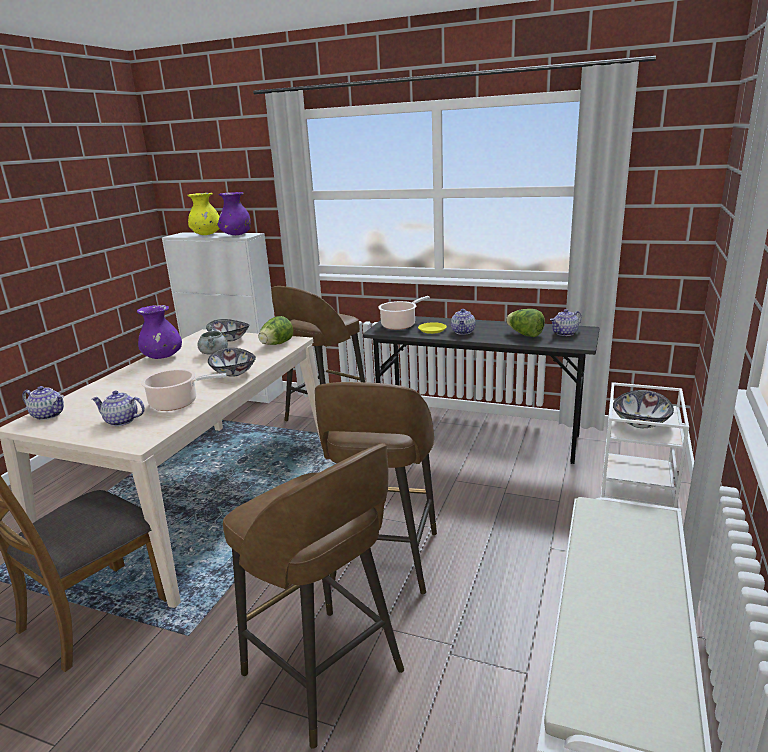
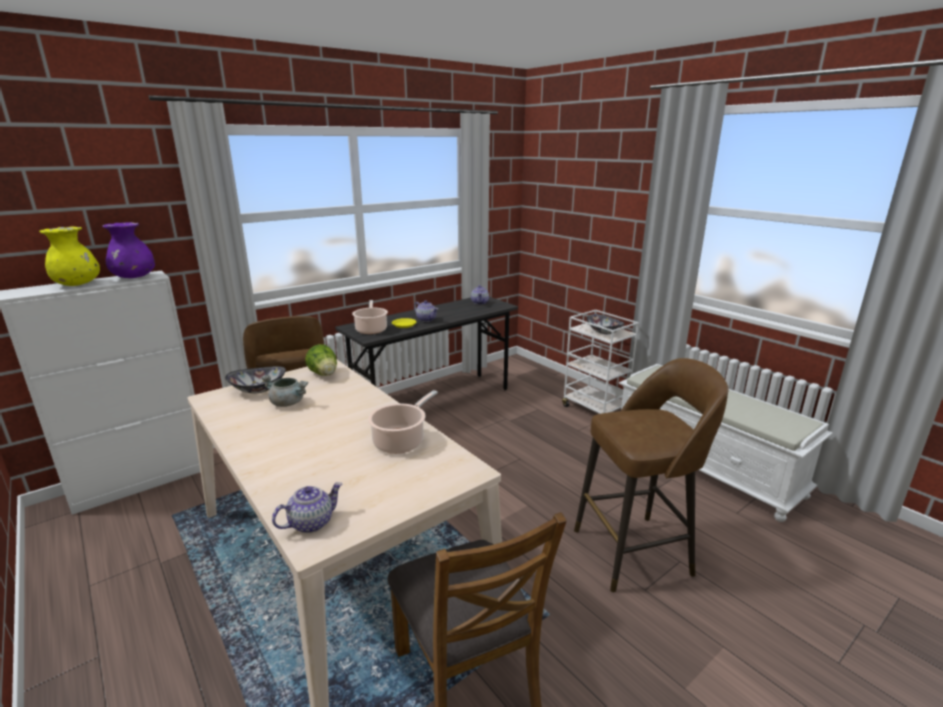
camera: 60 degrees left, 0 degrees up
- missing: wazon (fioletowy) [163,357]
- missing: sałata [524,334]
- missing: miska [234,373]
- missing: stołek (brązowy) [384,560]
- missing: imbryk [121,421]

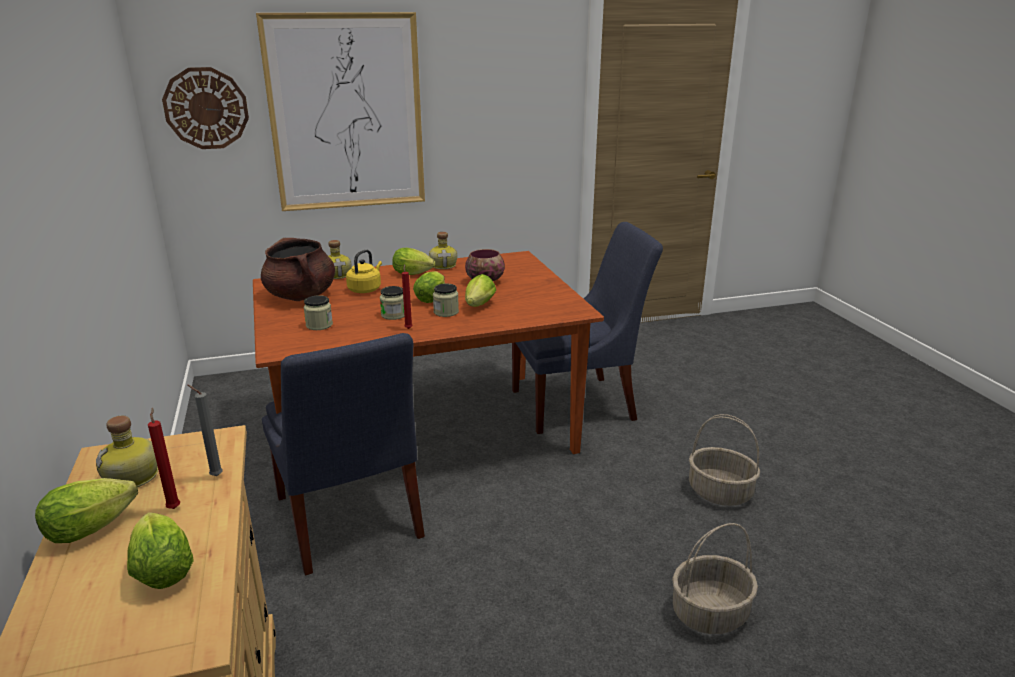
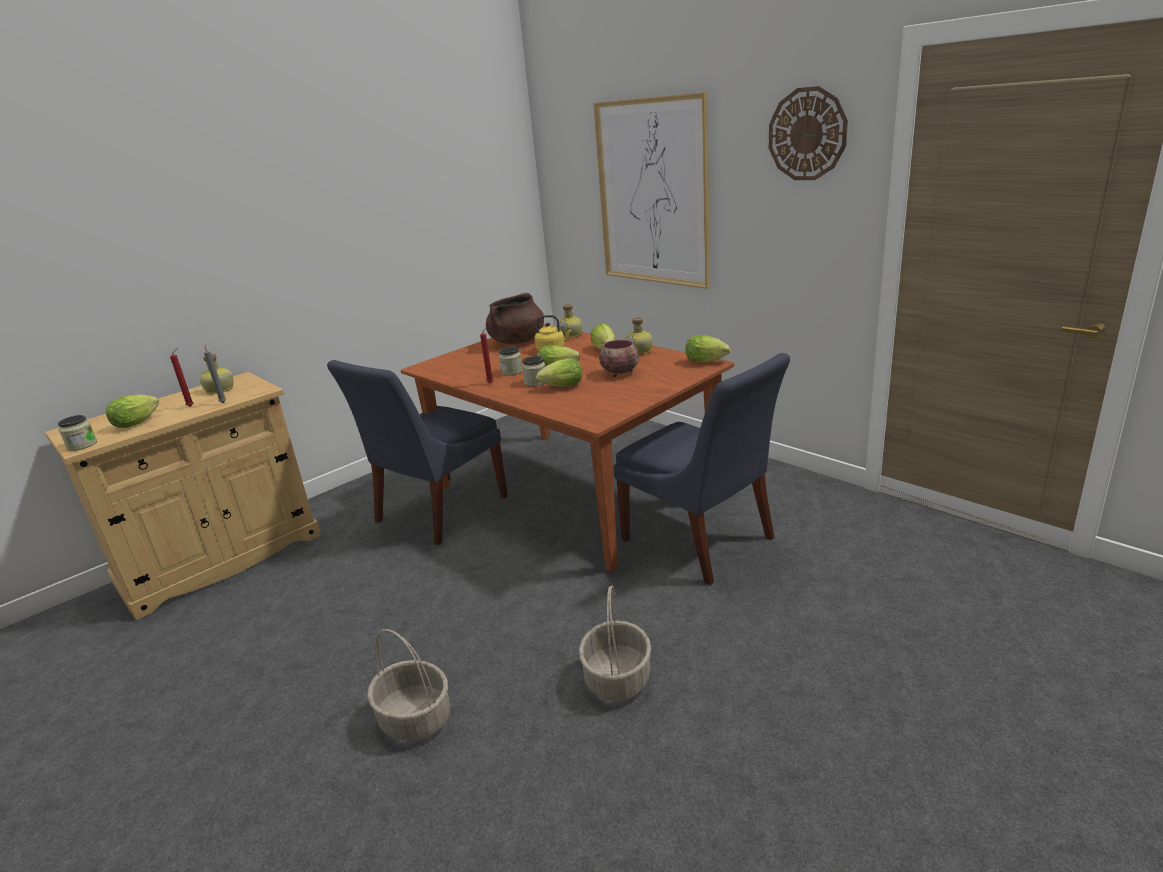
camera: 65 degrees right, 0 degrees up
- relocated: zegar ścienny [206,108] to [807,134]
- relocated: słoik [319,325] to [82,445]
- relocated: sałata [96,527] to [708,361]

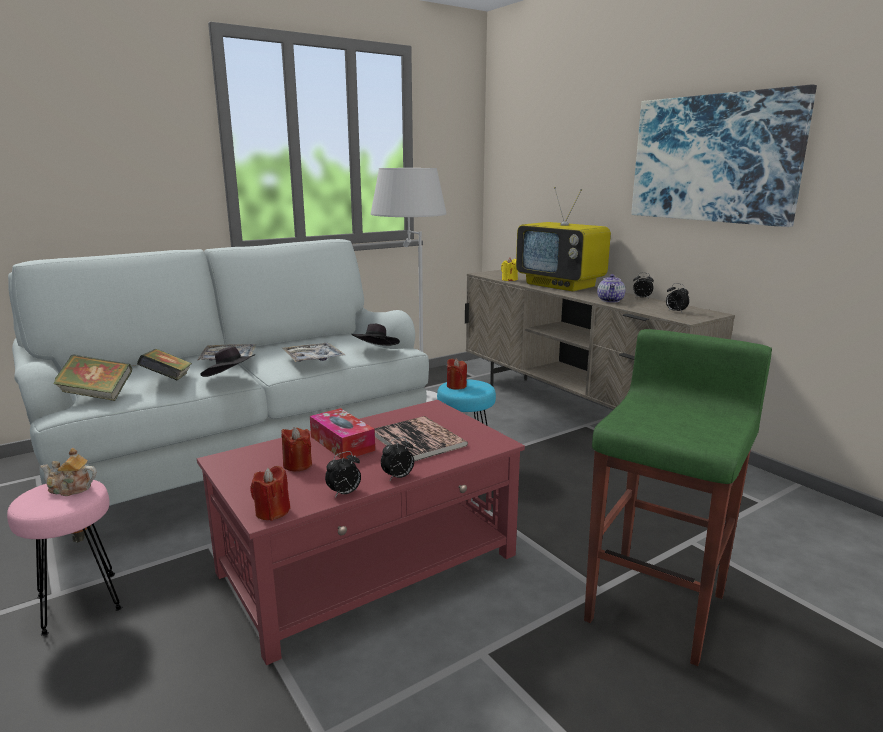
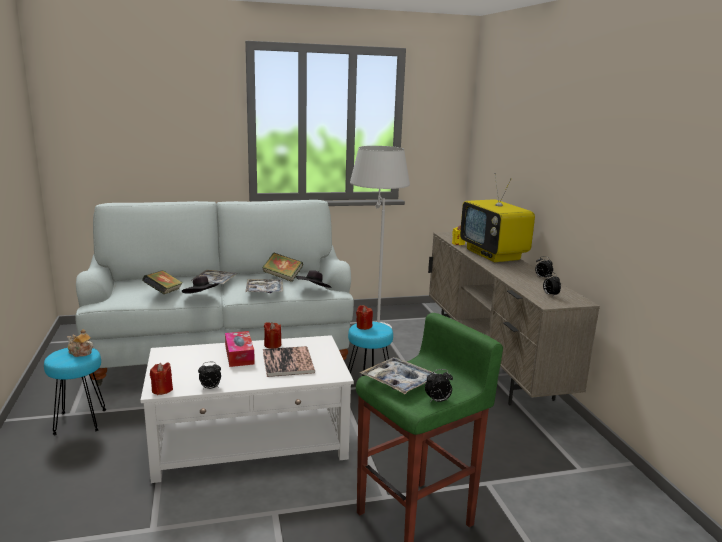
camera: 20 degrees right, 0 degrees up
- missing: obraz [713,158]
- missing: imbryk [610,300]
- relocated: książka [96,395] to [282,277]
- colour: ława (czerwony) [370,563] to ława (biały) [251,440]
- relocated: świeca (czerwony) [297,465] to [272,345]
- relocated: budzik [398,477] to [437,401]
- colour: stołek (różowy) [80,602] to stołek (turkusowy) [80,421]
- appeared: taca [399,382]

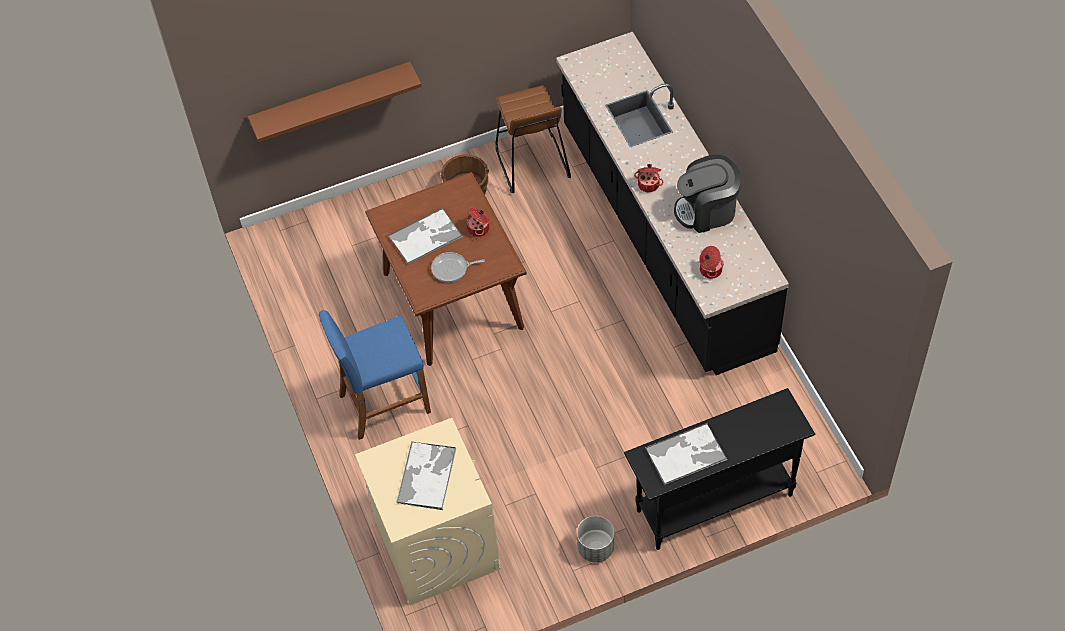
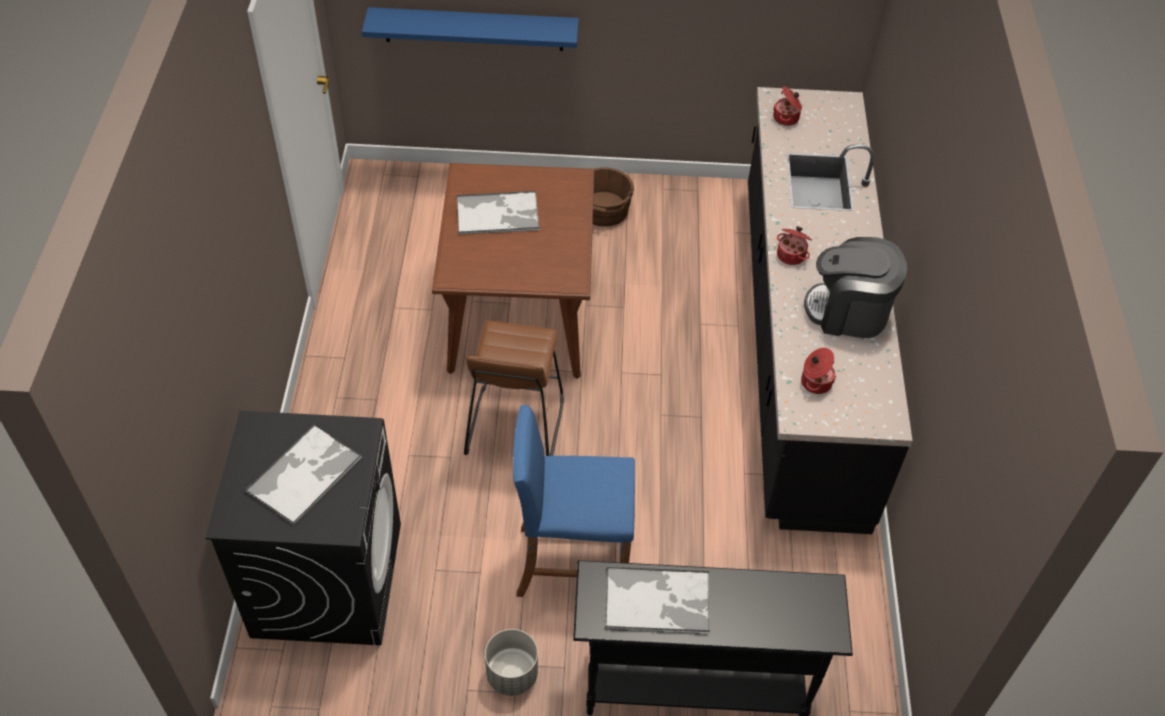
camera: 20 degrees right, 5 degrees down
- colour: półka (brązowy) [331,99] to półka (niebieski) [474,29]
- relocated: stołek (brązowy) [531,163] to [514,425]
- relocated: garnek [479,228] to [786,118]
- missing: patelnia [452,269]
- relocated: stołek (niebieski) [384,403] to [571,563]
- colour: pralka (beżowy) [436,544] to pralka (czarny) [327,578]

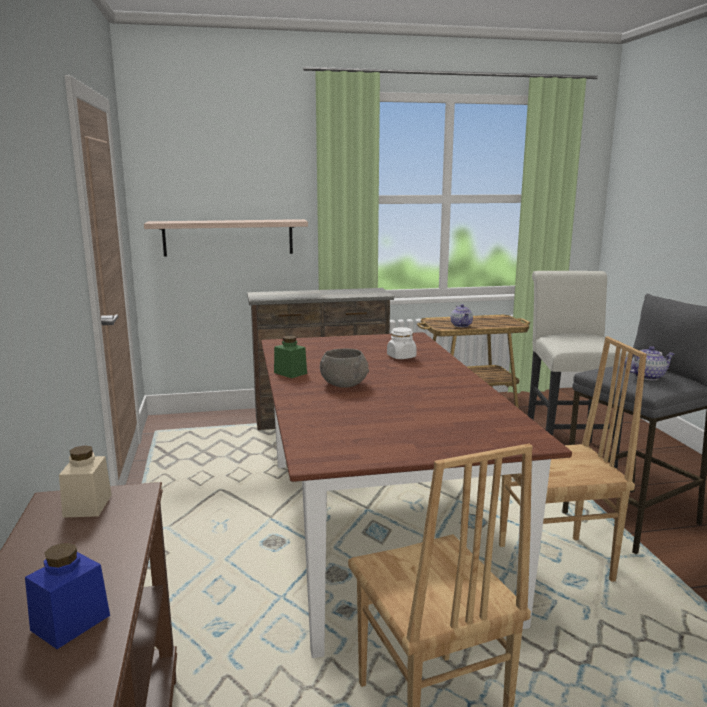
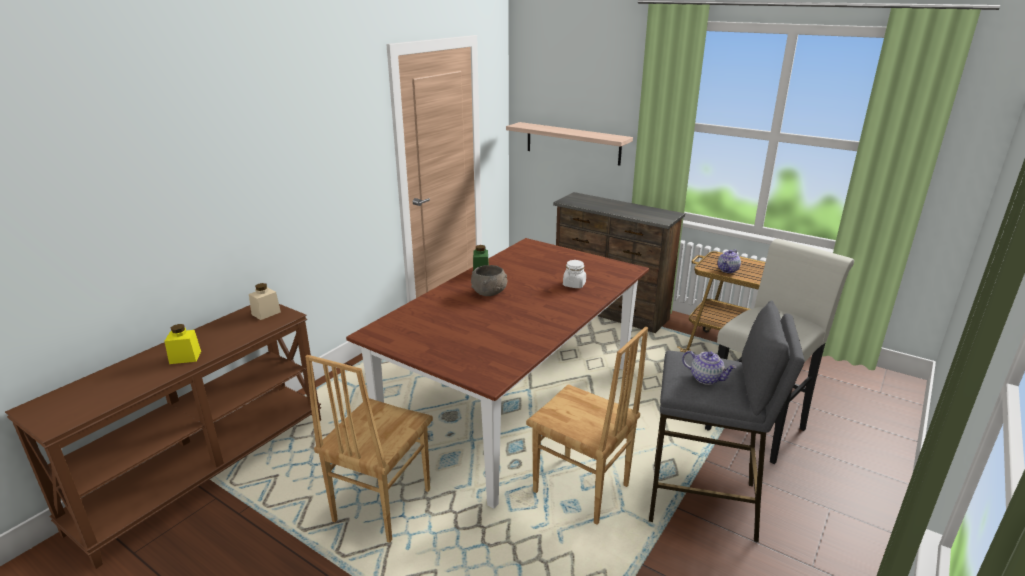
camera: 45 degrees right, 10 degrees up
- colour: słoik (niebieski) [70,623] to słoik (żółty) [185,357]

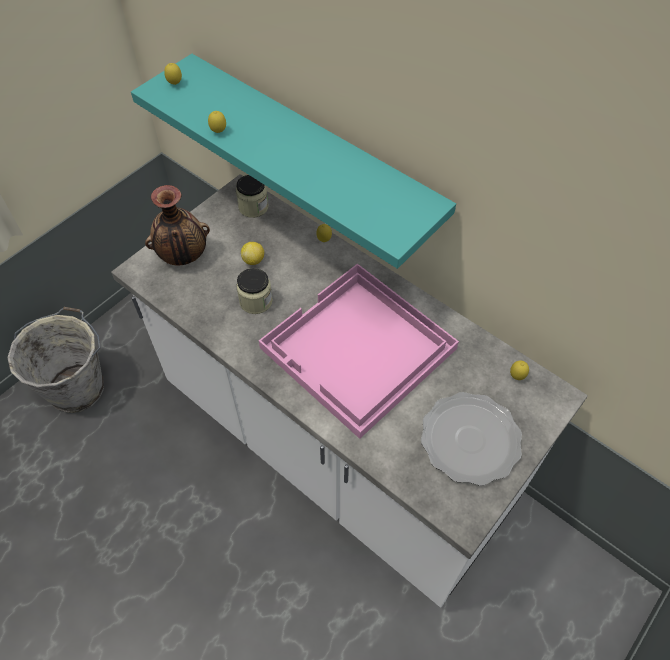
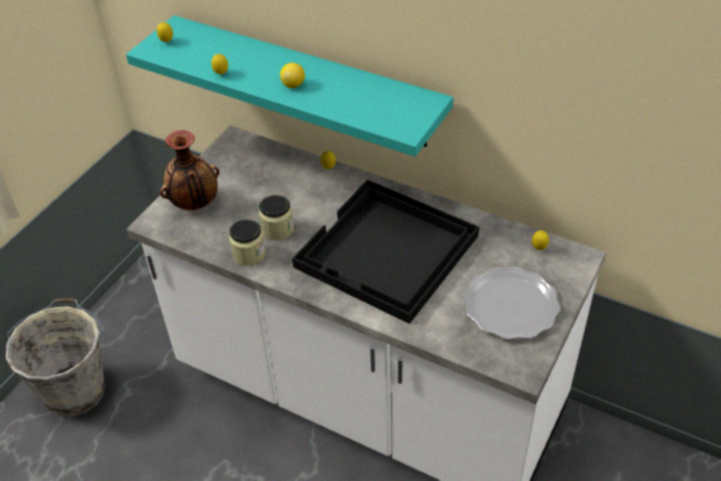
camera: 10 degrees left, 10 degrees down
- relocated: słoik [253,207] to [249,254]
- relocated: cytryna [253,260] to [293,85]
- colour: taca (różowy) [358,350] to taca (czarny) [387,253]

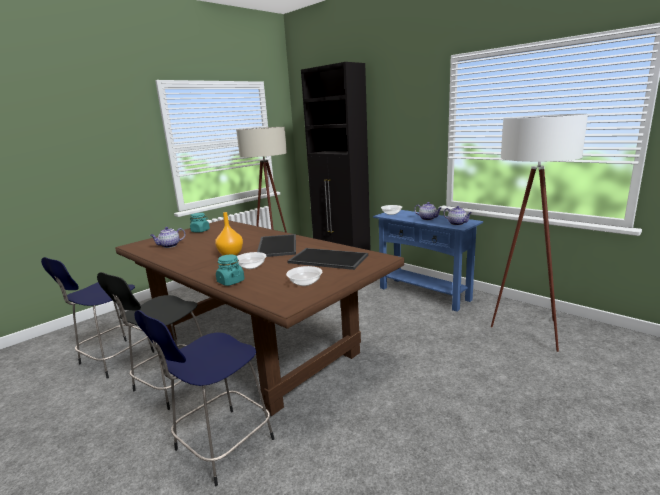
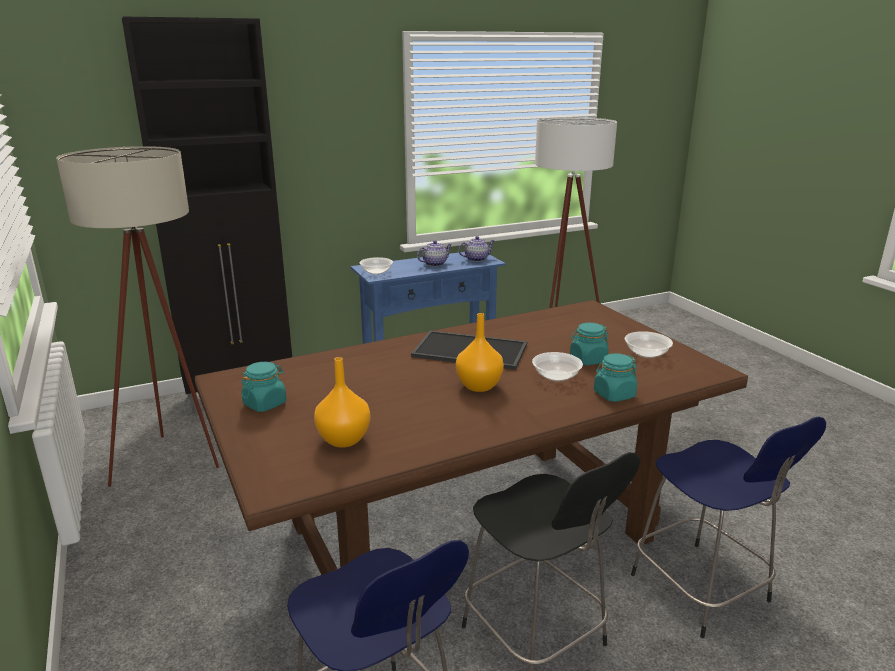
camera: 70 degrees left, 5 degrees up
- exchanged: imbryk [169,246] to wazon (pomarańczowy) [344,440]
- missing: taca [327,259]
- appeared: słoik (turkusowy) [588,360]

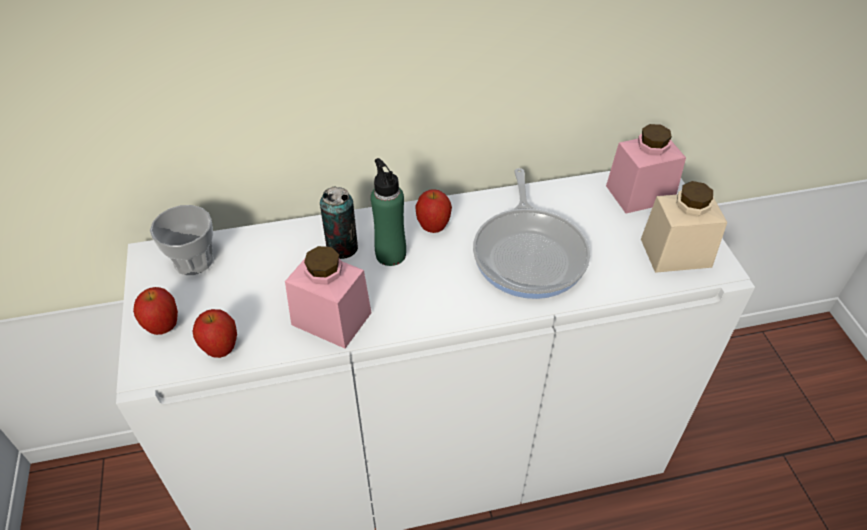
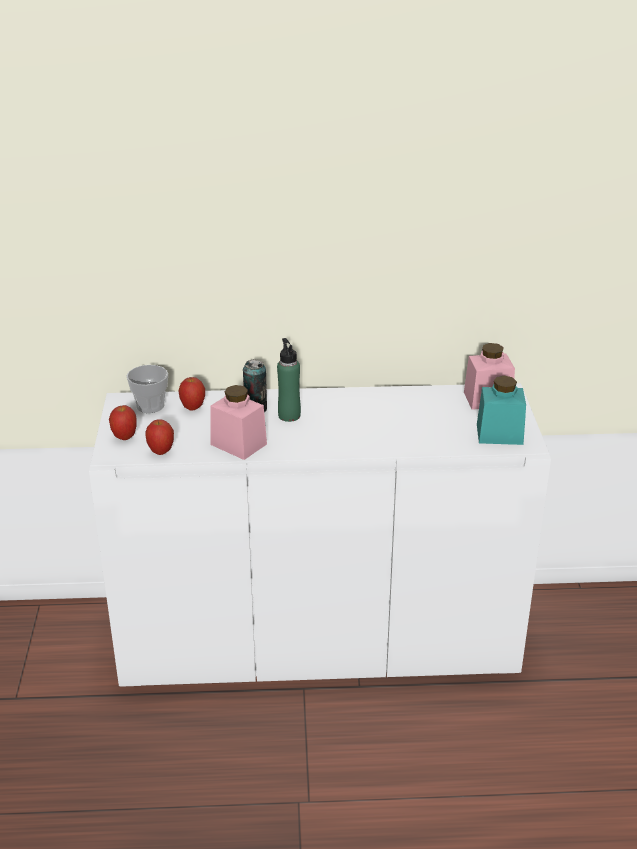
camera: 10 degrees right, 15 degrees down
- missing: patelnia [529,253]
- colour: słoik (beżowy) [675,253] to słoik (turkusowy) [499,434]
- relocated: jabłko [433,227] to [193,408]

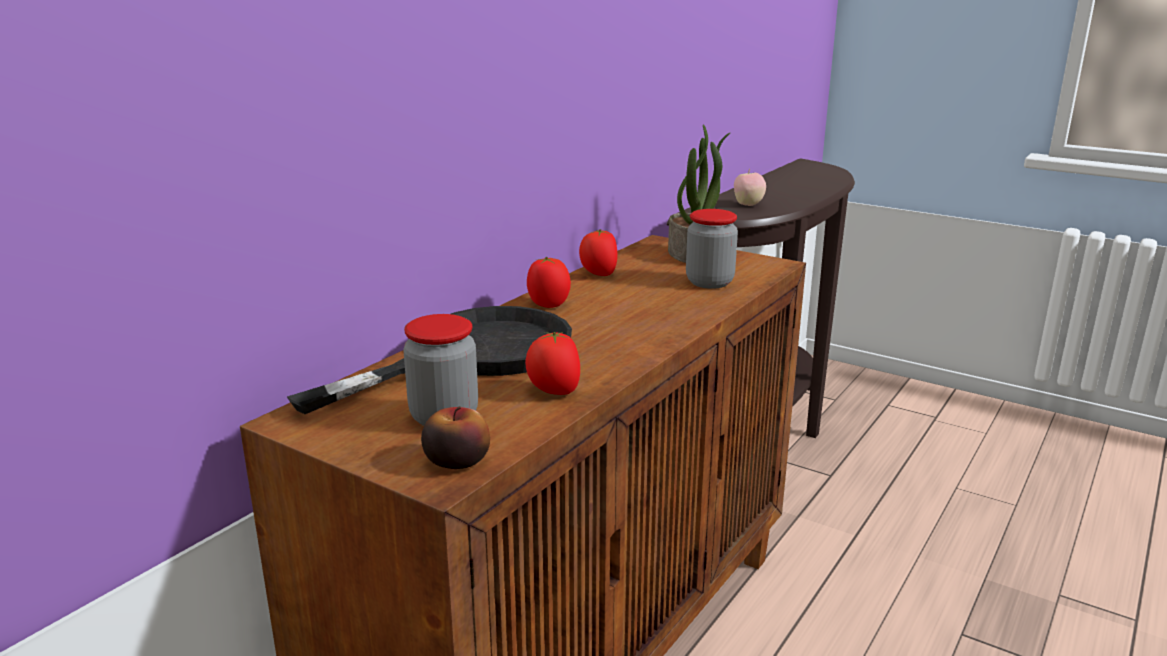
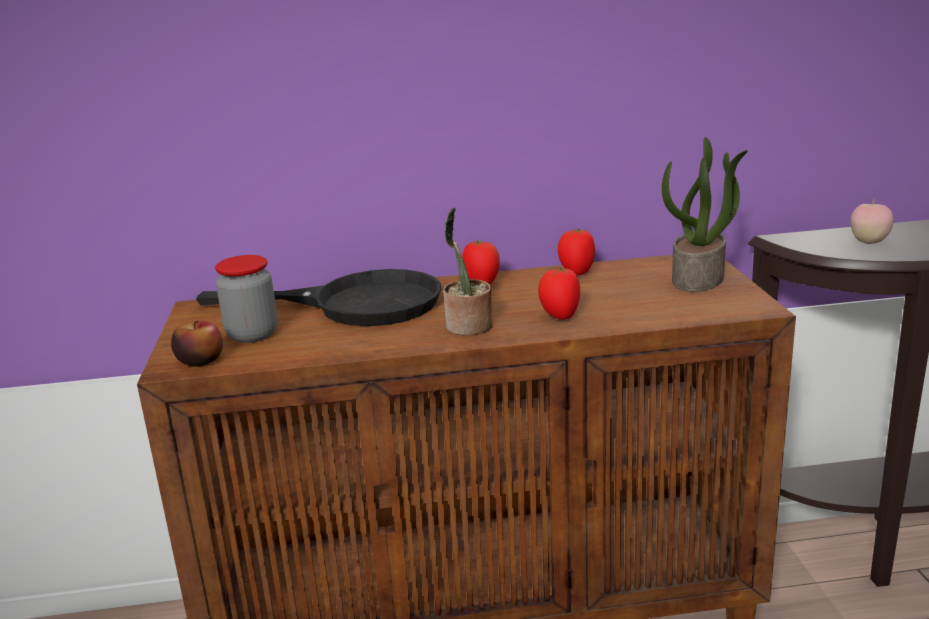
camera: 50 degrees right, 0 degrees up
- missing: słoik [709,282]
- relocated: pomidor [553,392] to [559,316]
- appeared: roślina doniczkowa [468,327]

